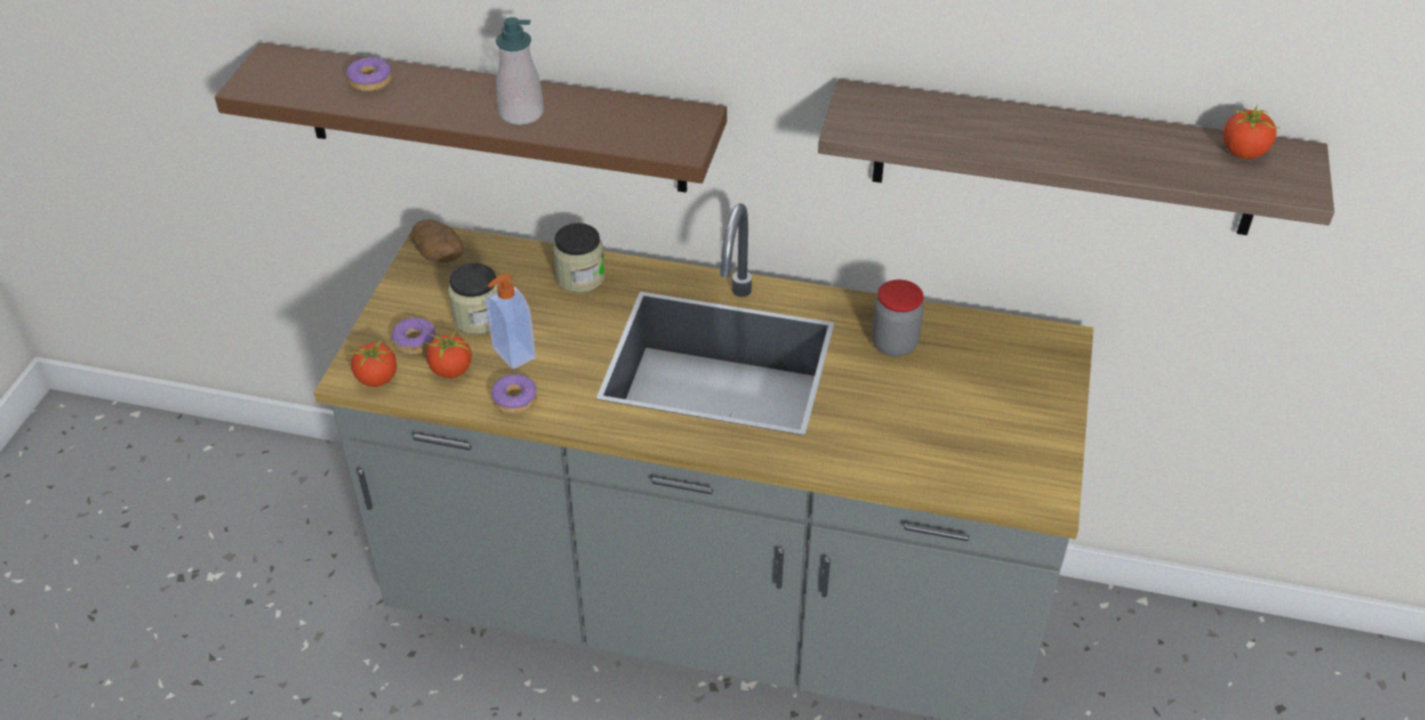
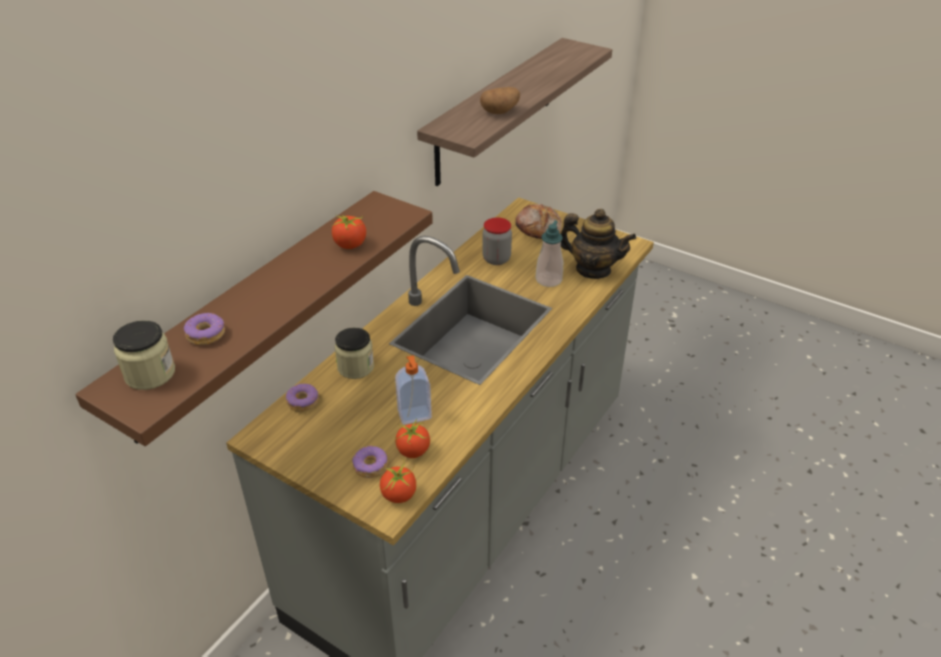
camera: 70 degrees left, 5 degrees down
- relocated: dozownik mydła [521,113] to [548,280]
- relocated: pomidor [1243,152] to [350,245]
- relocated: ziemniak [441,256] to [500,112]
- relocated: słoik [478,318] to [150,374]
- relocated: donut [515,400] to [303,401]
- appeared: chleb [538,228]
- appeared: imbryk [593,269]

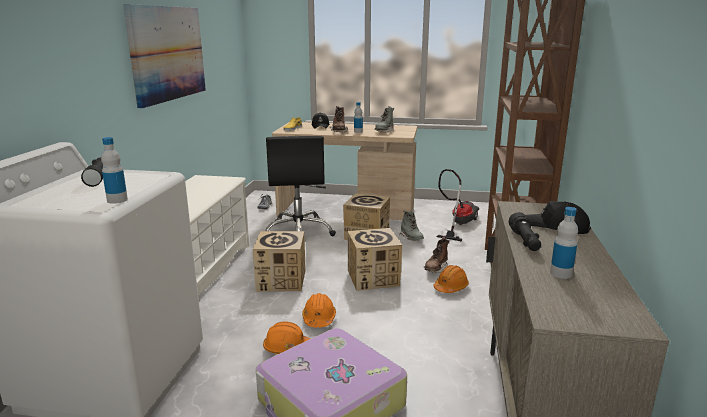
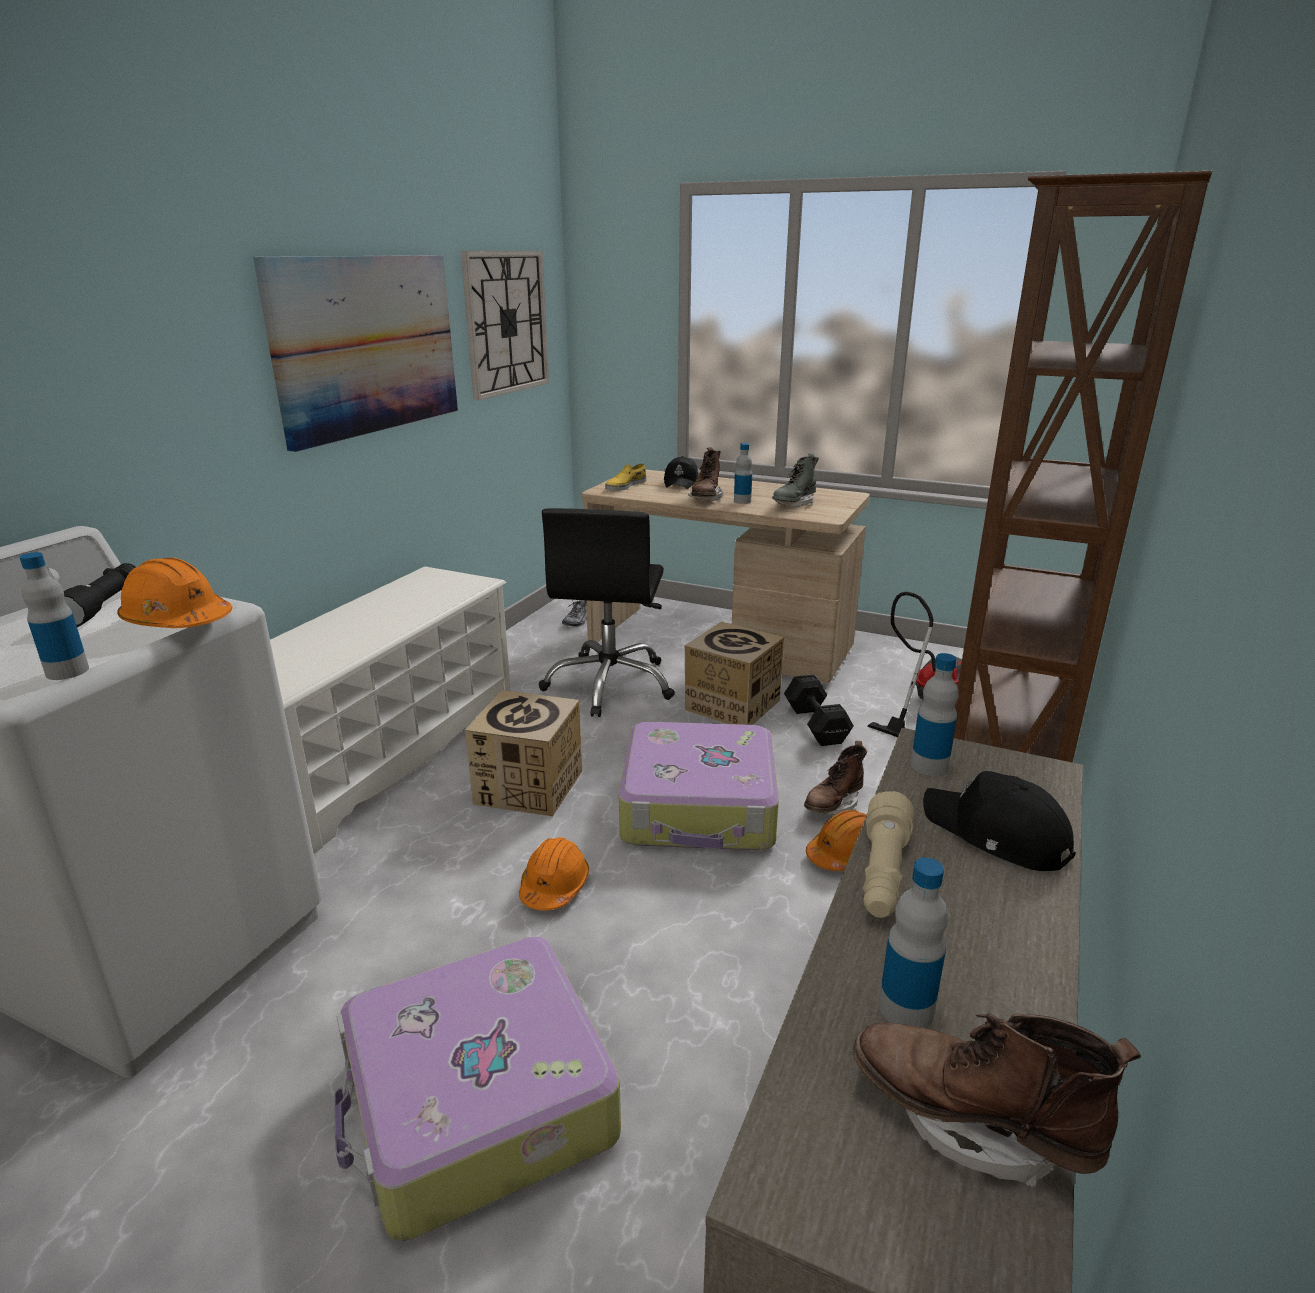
camera: 15 degrees right, 5 degrees up
- exchanged: but z cholewką (szary) [411,238] to hantel (czarny) [816,724]
- colour: latarka (czarny) [525,241] to latarka (beżowy) [883,873]
- exchanged: karton [373,278] to walizka [699,807]
- relocated: kask (pomarańczowy) [287,348] to [177,621]
- appeared: zegar ścienny [506,323]
- appeared: butelka [929,765]
- appeared: but z cholewką (brązowy) [971,1122]

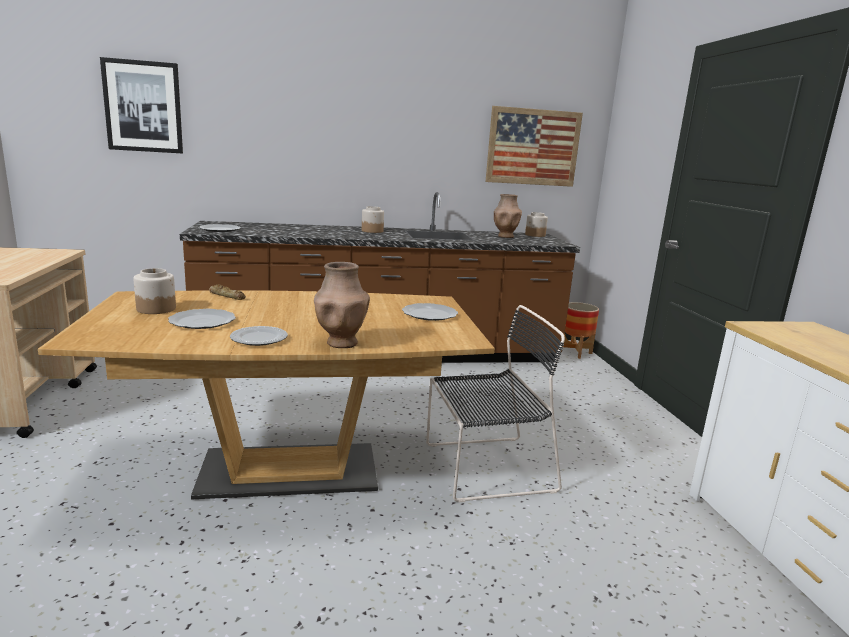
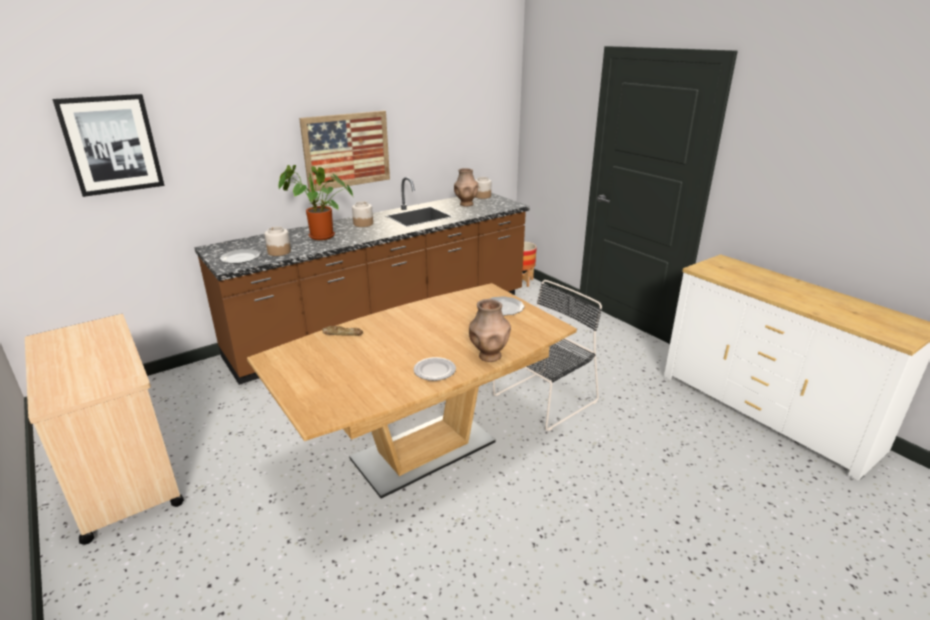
camera: 25 degrees left, 10 degrees up
- relocated: obraz [533,147] to [347,150]
- relocated: słoik [156,309] to [279,252]
- missing: talerz [201,321]
- appeared: roślina doniczkowa [318,237]

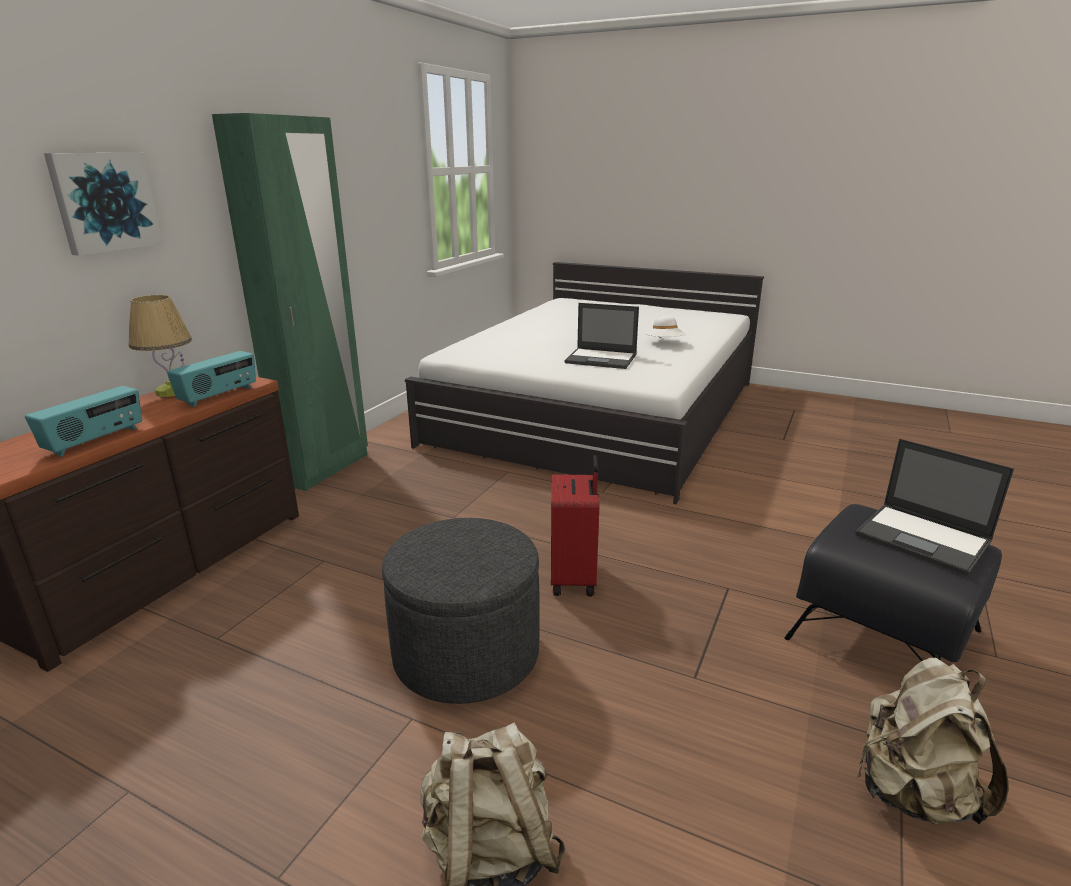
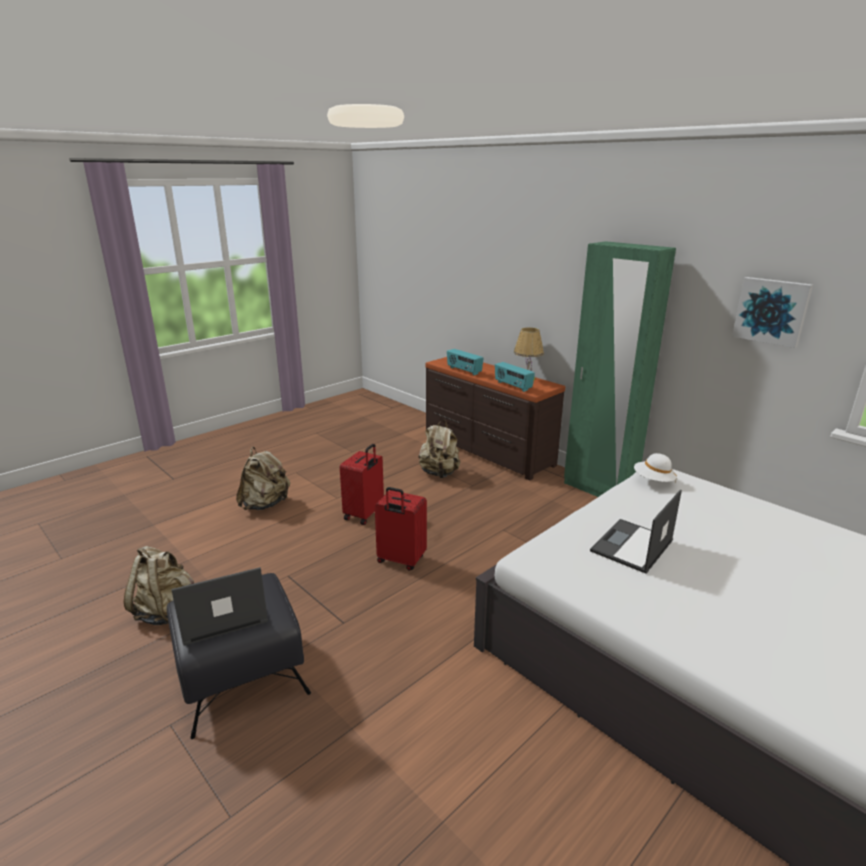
camera: 110 degrees right, 0 degrees up
- relocated: obraz [104,202] to [771,311]
- relocated: kapelusz (biały) [664,343] to [653,481]
- exchanged: pufa (szary) [466,653] to walizka (czerwony) [364,514]
- appeared: plecak (beżowy) [439,473]

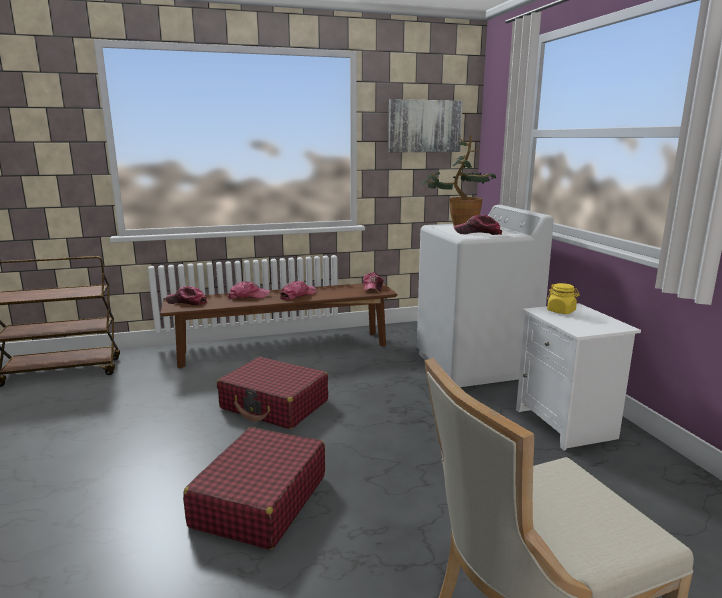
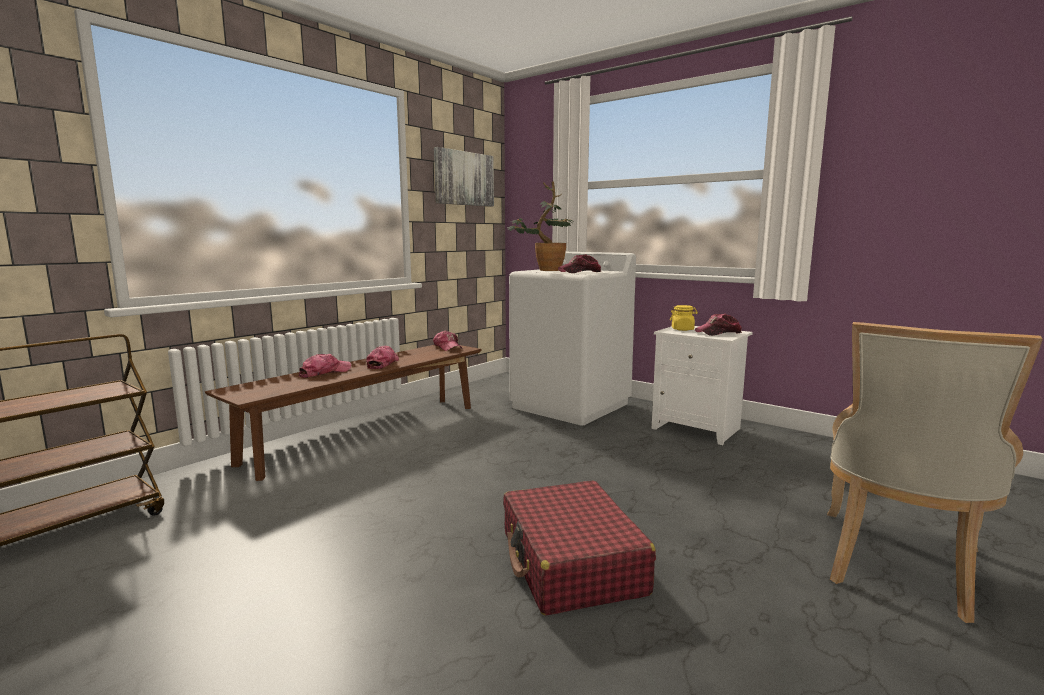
camera: 35 degrees left, 5 degrees down
- relocated: czapka z daszkiem [187,302] to [718,333]
- missing: walizka (czerwony) [274,405]

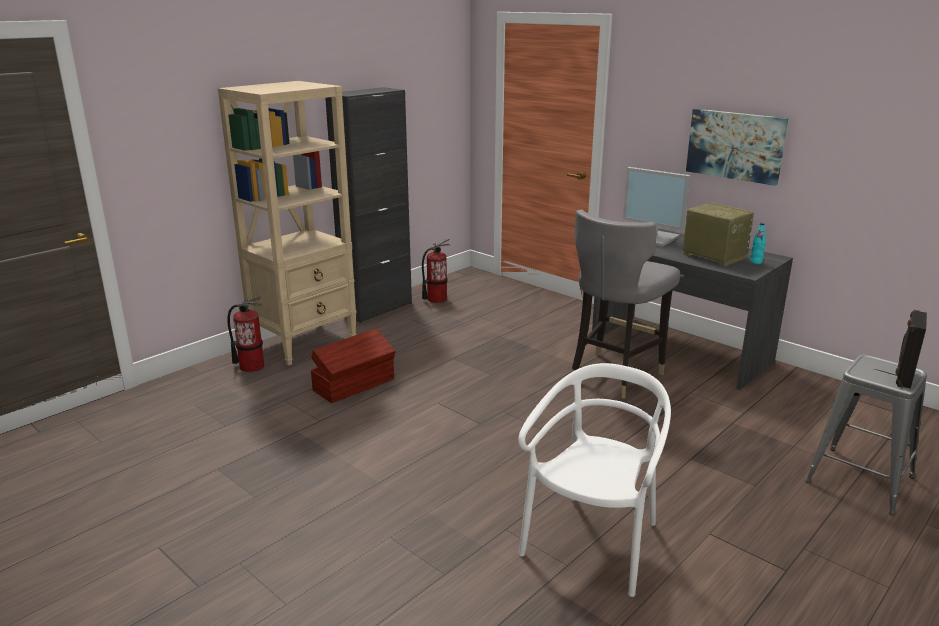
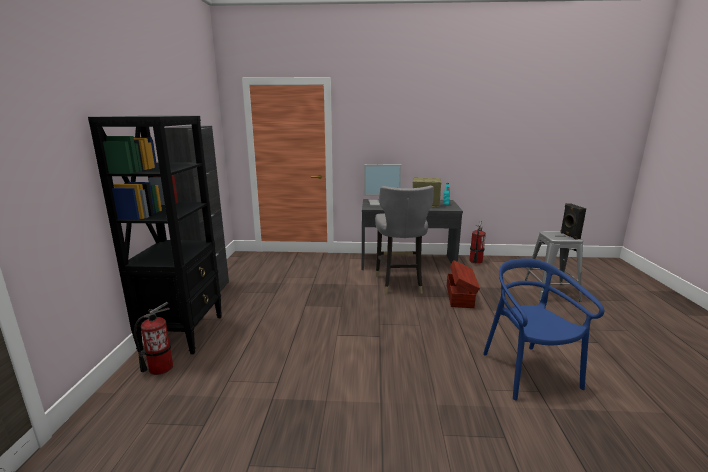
camera: 40 degrees left, 5 degrees down
- colour: regał (beżowy) [305,342] to regał (czarny) [183,332]
- missing: obraz [735,145]
- relocated: gaśnica [436,299] to [475,261]
- relocated: pojemnik do przechowywania (brązowy) [355,385] to [460,296]
- colour: krzesło (biały) [593,542] to krzesło (niebieski) [528,372]

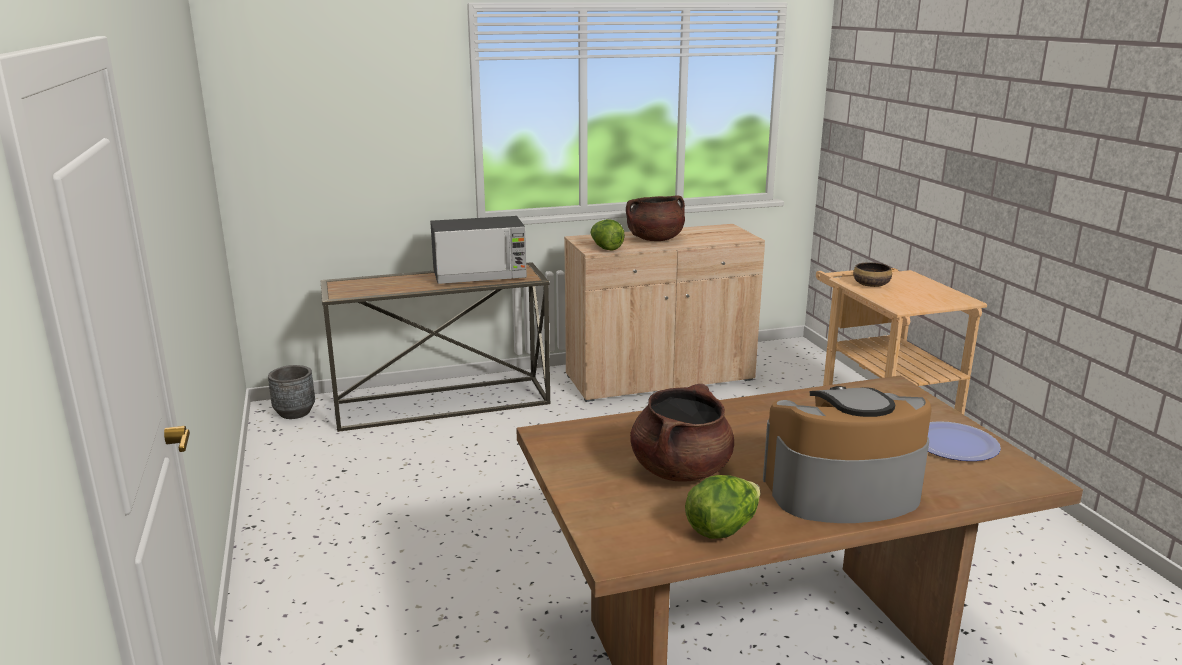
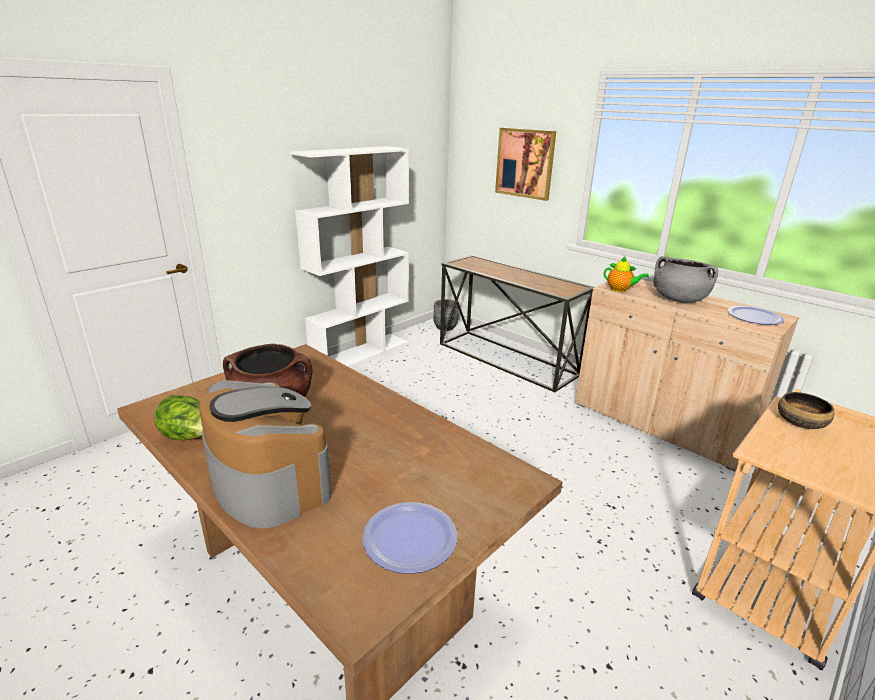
camera: 60 degrees right, 5 degrees up
- colour: garnek (brązowy) [655,239] to garnek (szary) [678,299]
- missing: mikrofalówka [480,275]
- exchanged: sałata [605,248] to imbryk [620,290]
- appeared: obraz [525,163]
- appeared: regał (biały) [361,353]
- appeared: talerz [755,317]

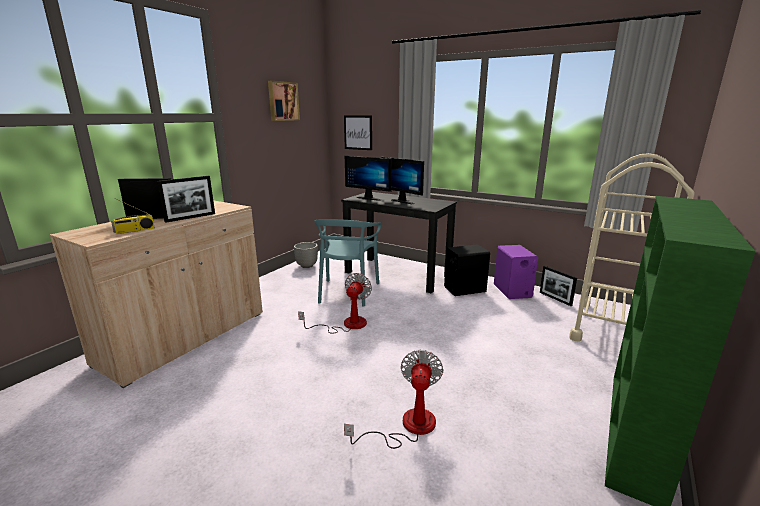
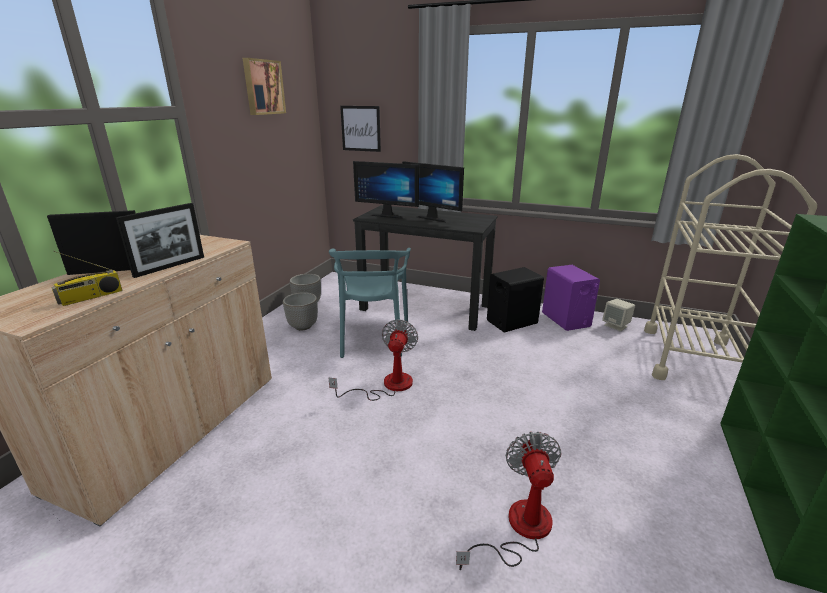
camera: 10 degrees left, 5 degrees up
- exchanged: ramka na zdjęcie [555,299] to głośnik (beżowy) [616,326]
- appeared: donica [303,326]

